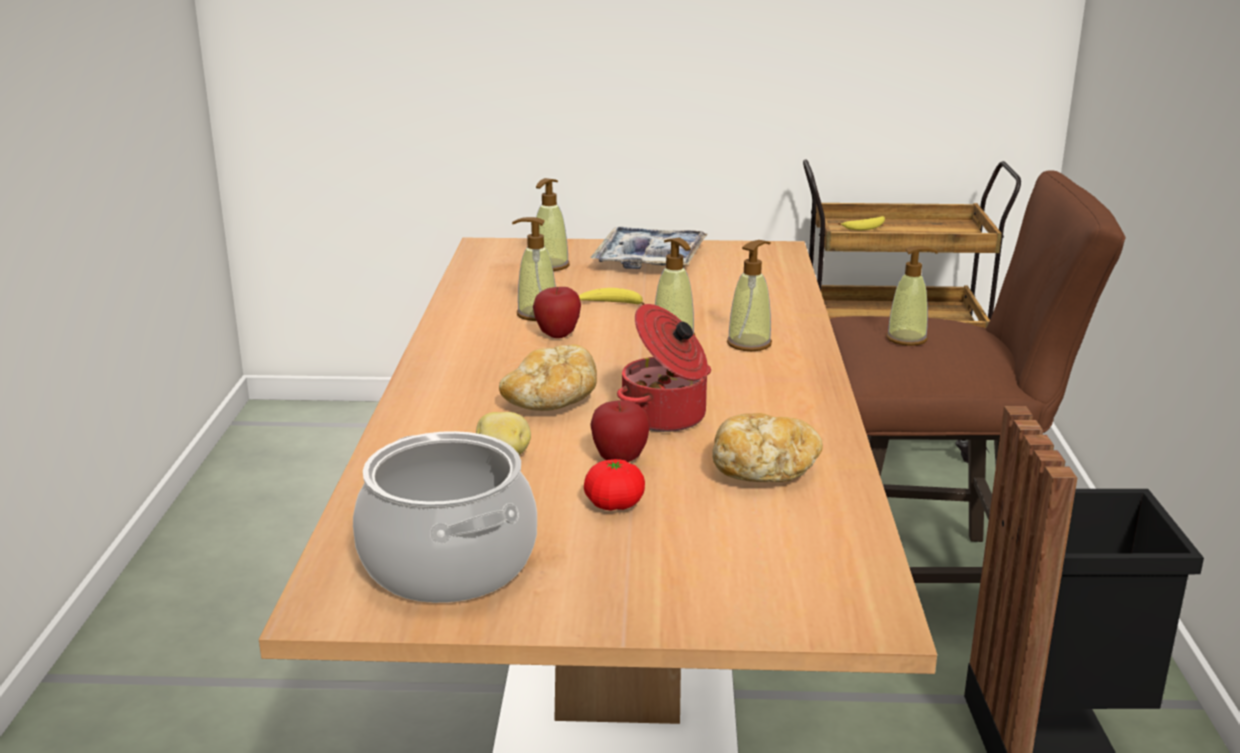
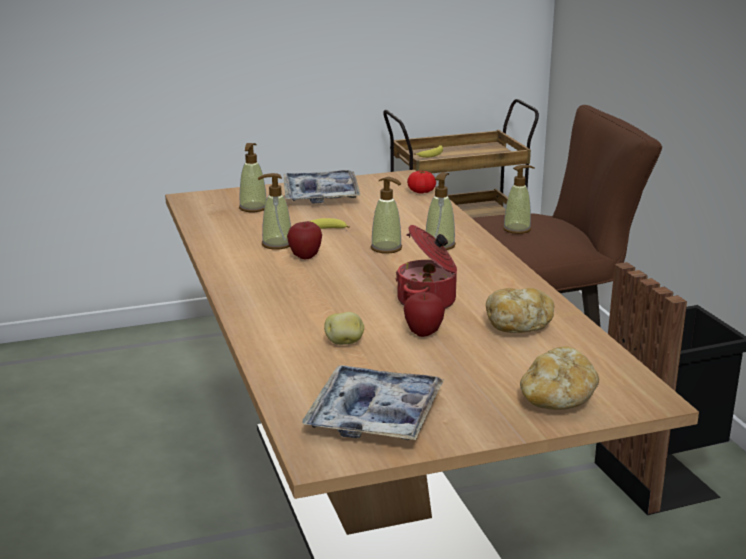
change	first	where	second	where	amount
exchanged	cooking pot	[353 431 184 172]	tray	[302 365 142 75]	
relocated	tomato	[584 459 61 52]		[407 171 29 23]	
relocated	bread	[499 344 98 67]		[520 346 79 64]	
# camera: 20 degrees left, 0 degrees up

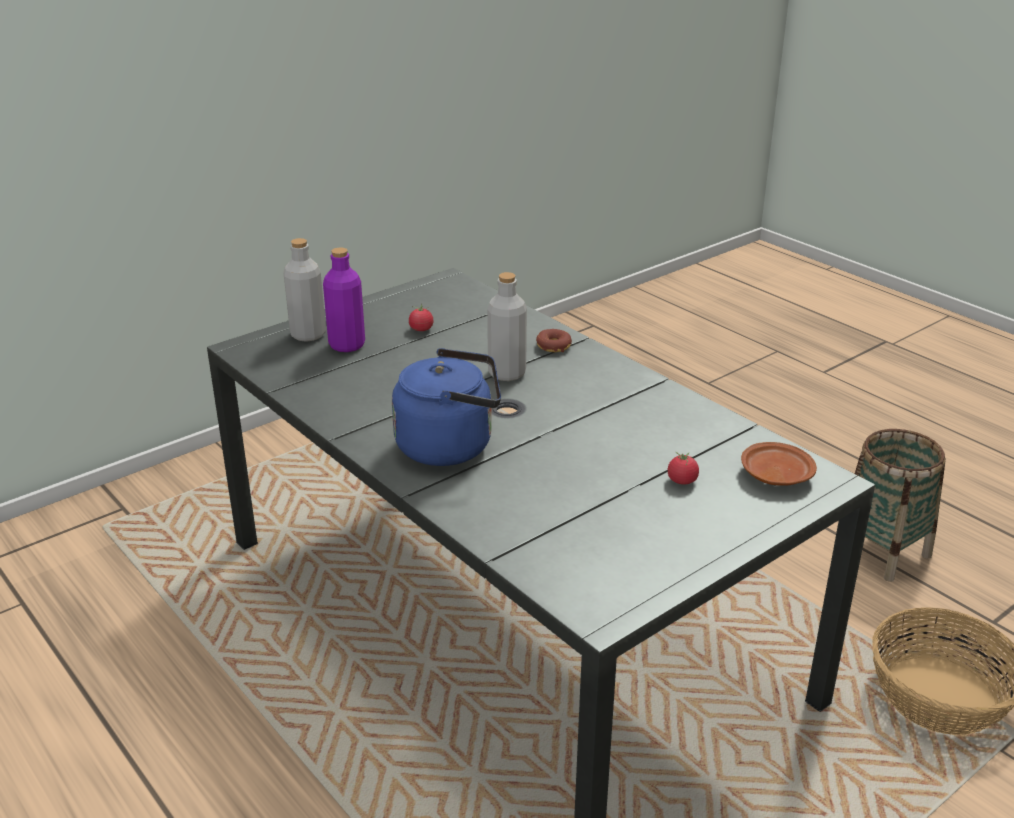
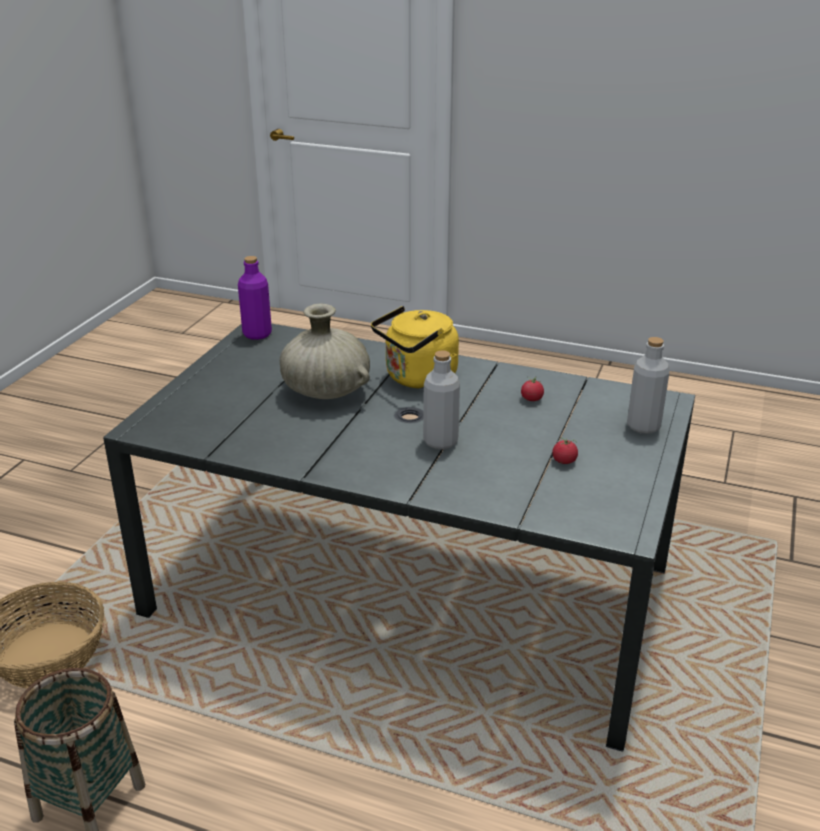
change	first	where	second	where	amount
relocated	purple bottle	[323 247 42 105]		[238 256 34 84]	
appeared			beige vase	[280 303 90 96]	
colour	blue kettle	[392 348 109 118]	yellow kettle	[371 306 88 83]	
relocated	tomato	[668 452 31 32]		[521 377 23 24]	
missing	donut	[536 329 36 23]			
missing	brown plate	[741 442 76 44]			
# camera: 150 degrees right, 0 degrees up

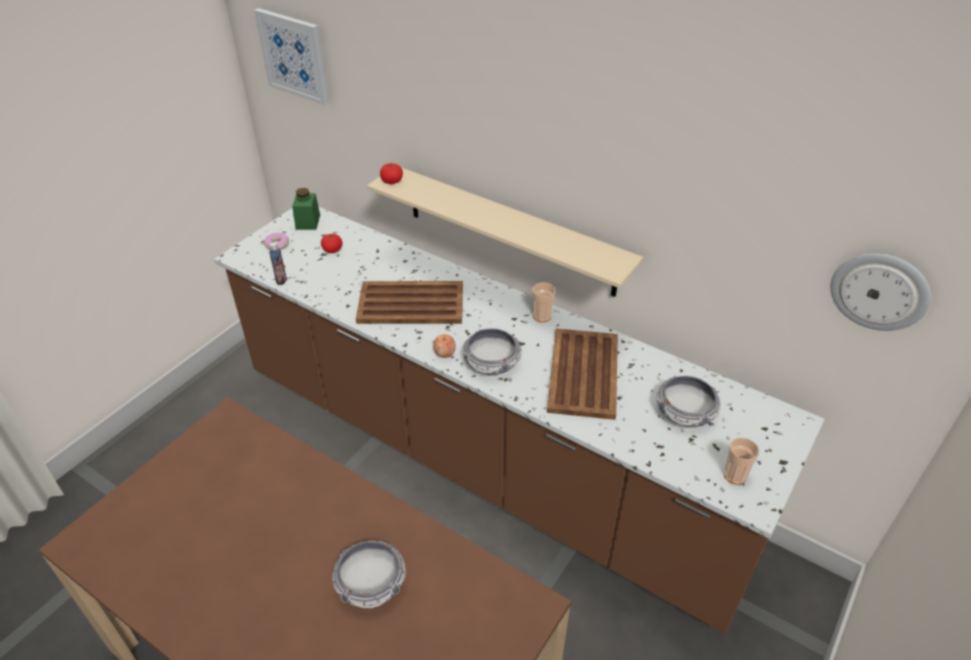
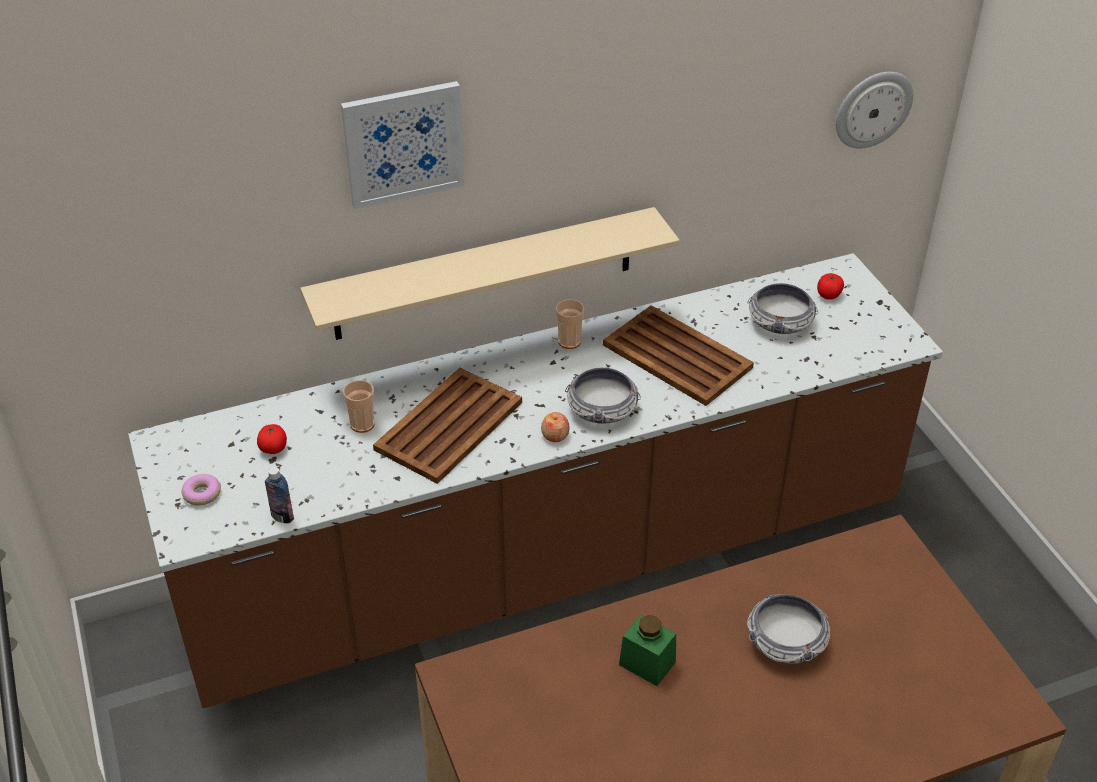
change	first	where	second	where	amount
relocated	picture	[254 8 75 98]		[341 81 124 128]	
relocated	cup	[724 438 35 47]		[343 380 32 53]	
relocated	green jar	[292 188 28 42]		[619 615 57 71]	
relocated	tomato	[380 163 23 21]		[817 273 27 27]	
# camera: 55 degrees left, 0 degrees up

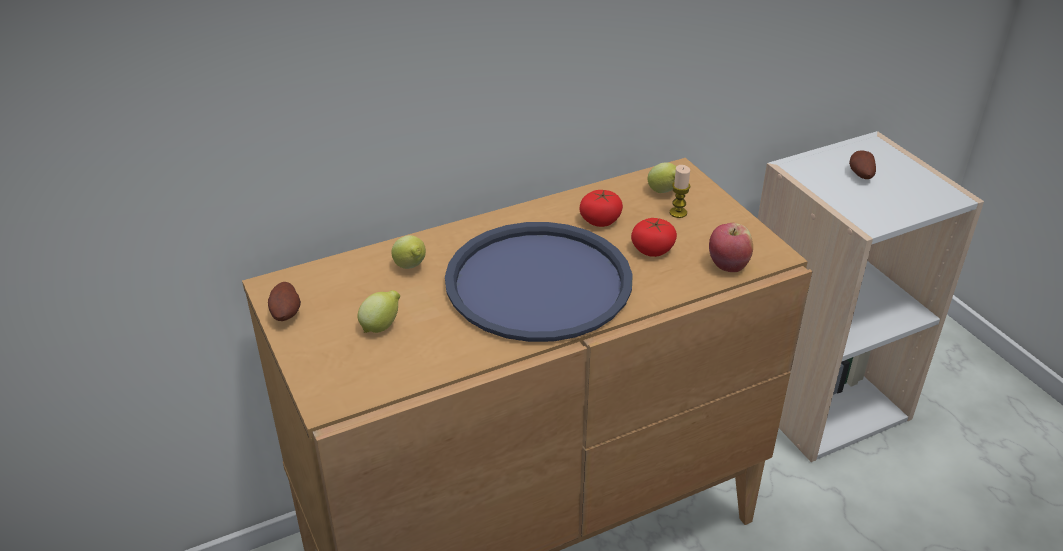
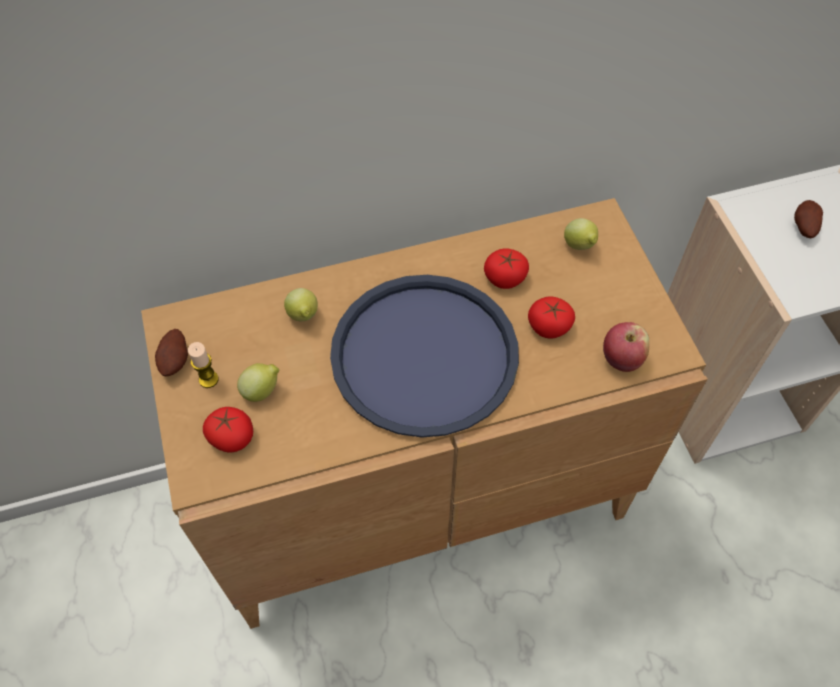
change	first	where	second	where	amount
relocated	candle	[670 165 20 53]		[188 342 31 46]	
appeared			tomato	[203 407 50 46]	
# camera: 10 degrees right, 20 degrees up

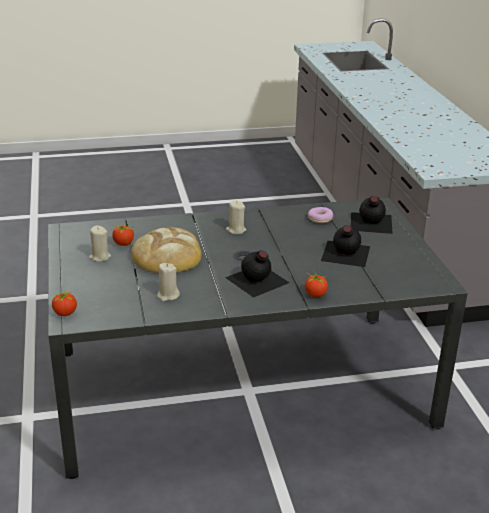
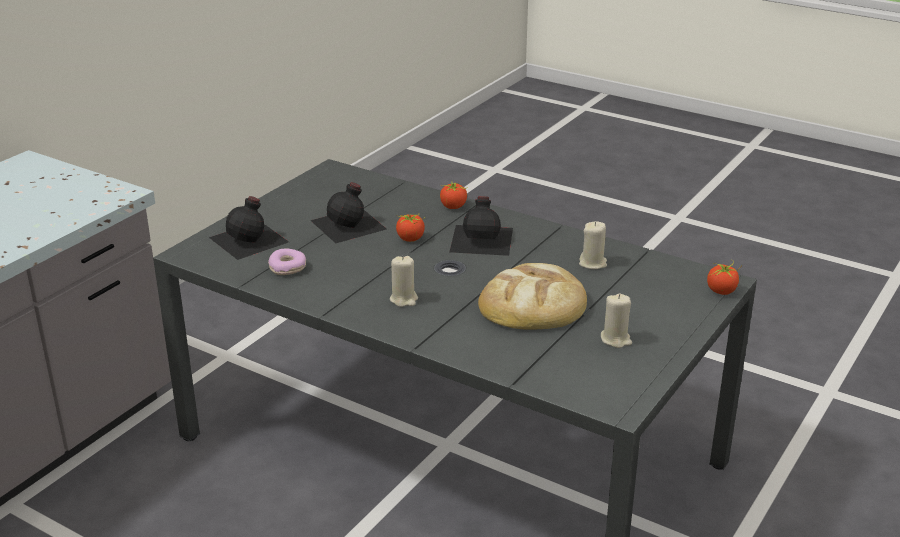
change	first	where	second	where	amount
relocated	tomato	[112 225 22 21]		[396 215 29 27]	
# camera: 135 degrees left, 0 degrees up

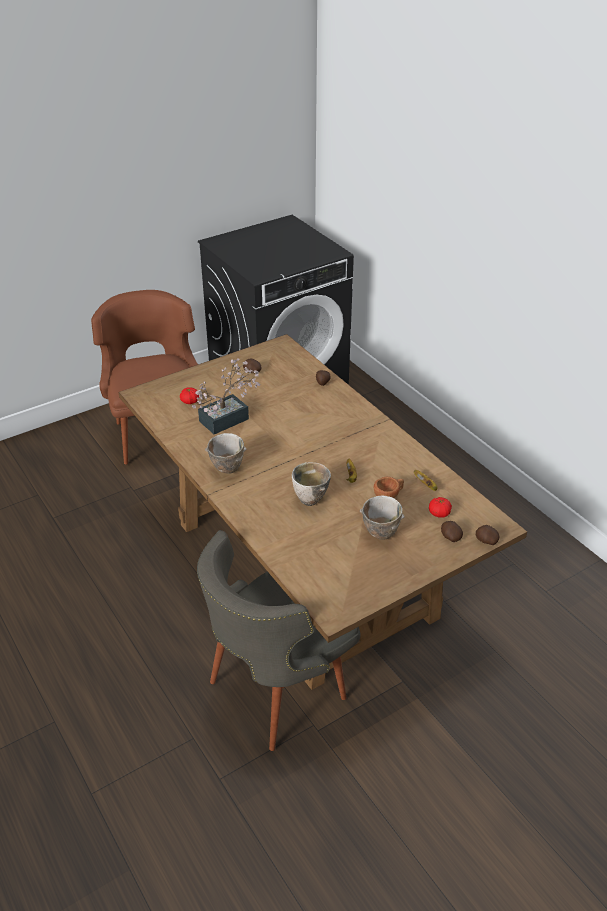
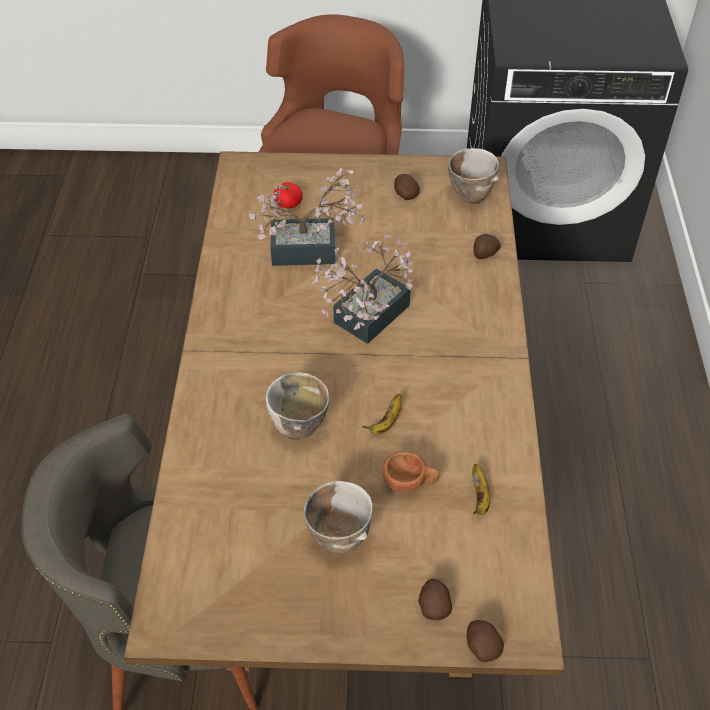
change	first	where	second	where	amount
appeared			potted plant	[312 235 101 109]	
relocated	bowl	[205 433 42 41]		[448 148 51 56]	
missing	tomato	[429 497 23 20]			
# camera: 35 degrees right, 10 degrees up

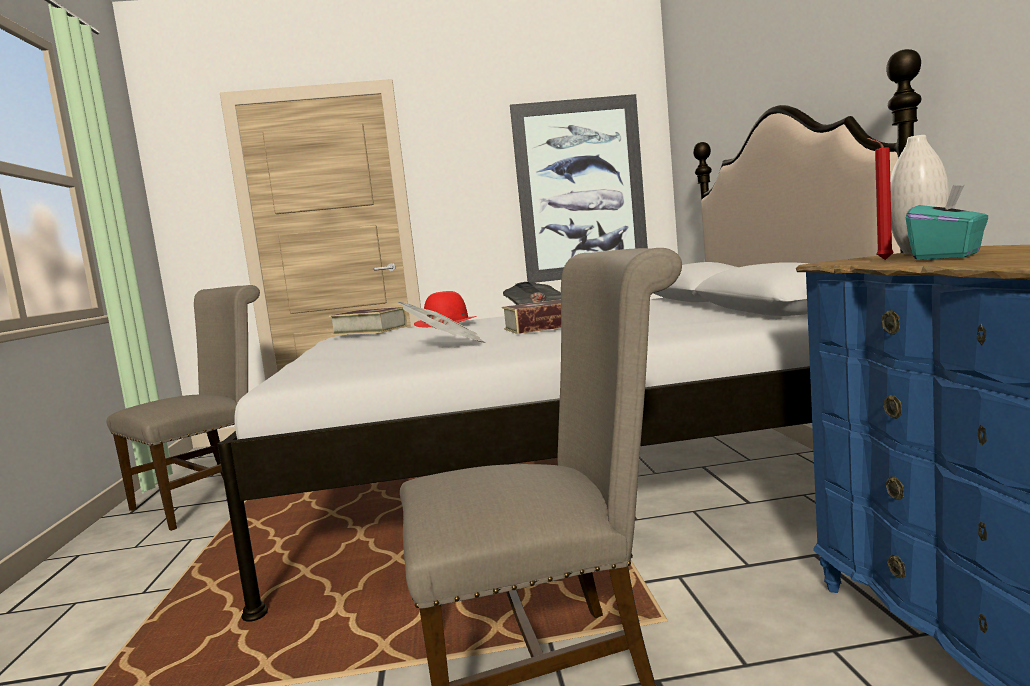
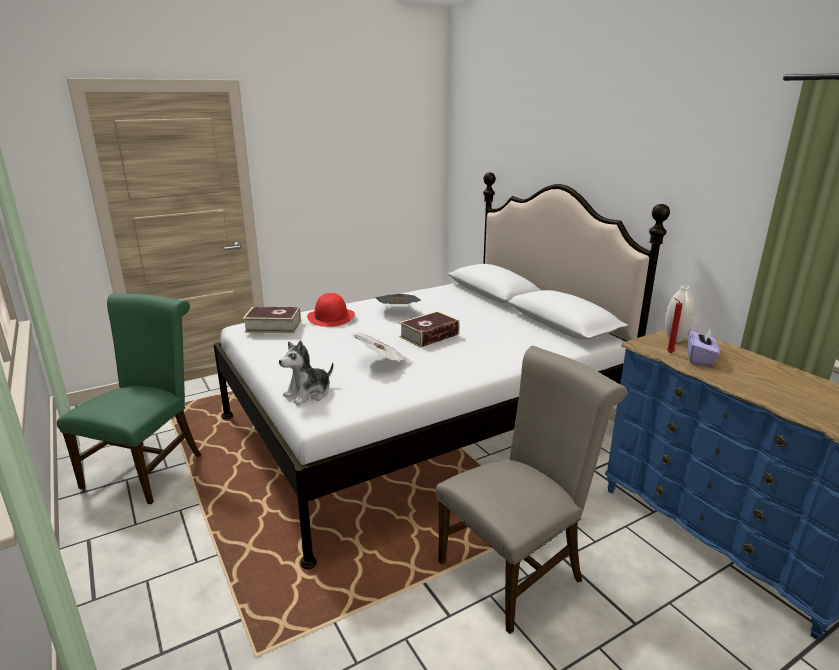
change	first	where	second	where	amount
colour	beige chair	[107 285 153 246]	green chair	[57 293 144 211]	
appeared			plush toy	[279 340 54 65]	
colour	turquoise tissue box	[906 185 82 75]	purple tissue box	[688 329 32 37]	
missing	picture	[510 94 138 189]			
# camera: 25 degrees left, 15 degrees up

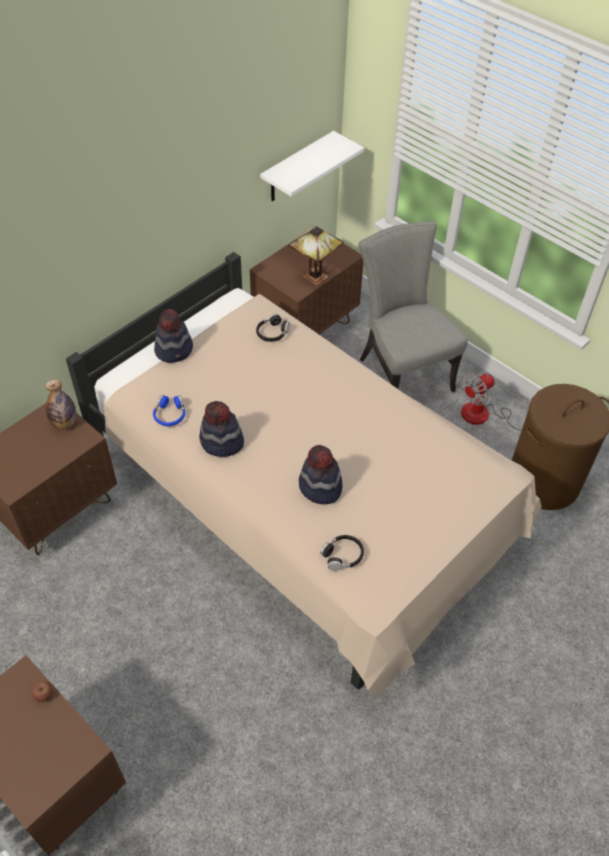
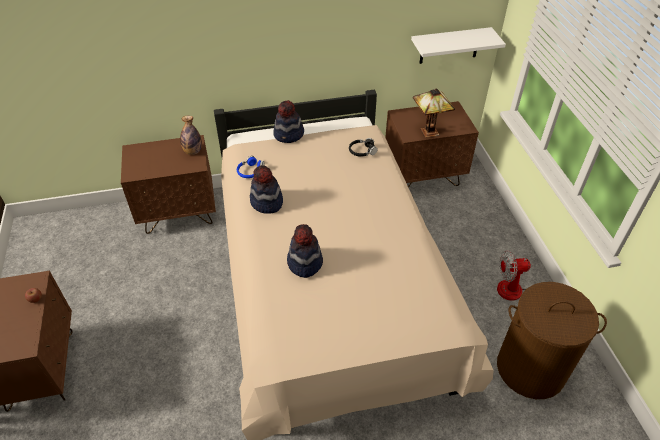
change	first	where	second	where	amount
missing	black headphones	[320 535 44 36]			
missing	grey chair	[358 221 109 171]			
# camera: 35 degrees right, 5 degrees down

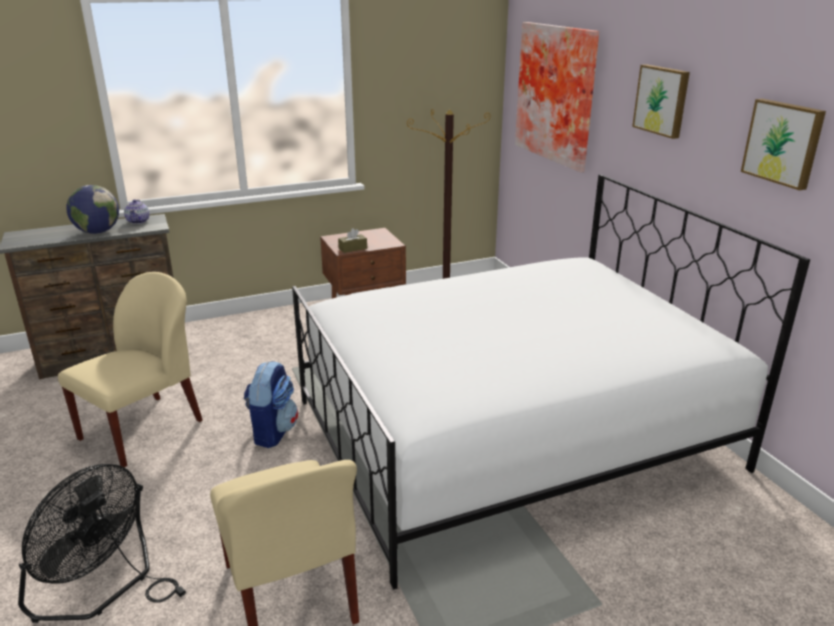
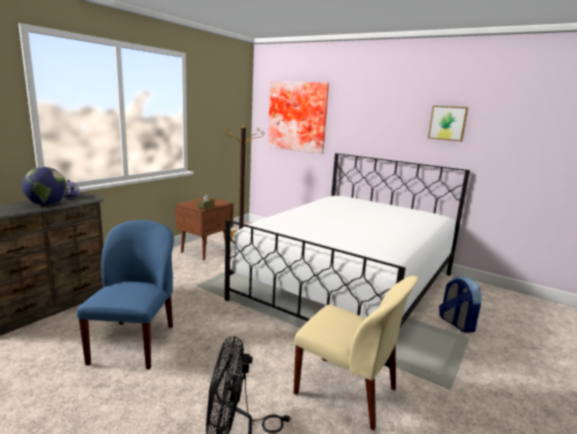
change	first	where	second	where	amount
colour	beige chair	[58 272 145 195]	blue chair	[77 220 97 149]	
relocated	backpack	[243 361 55 87]		[439 276 43 57]	
missing	picture	[632 64 58 75]			
# camera: 35 degrees left, 10 degrees down

